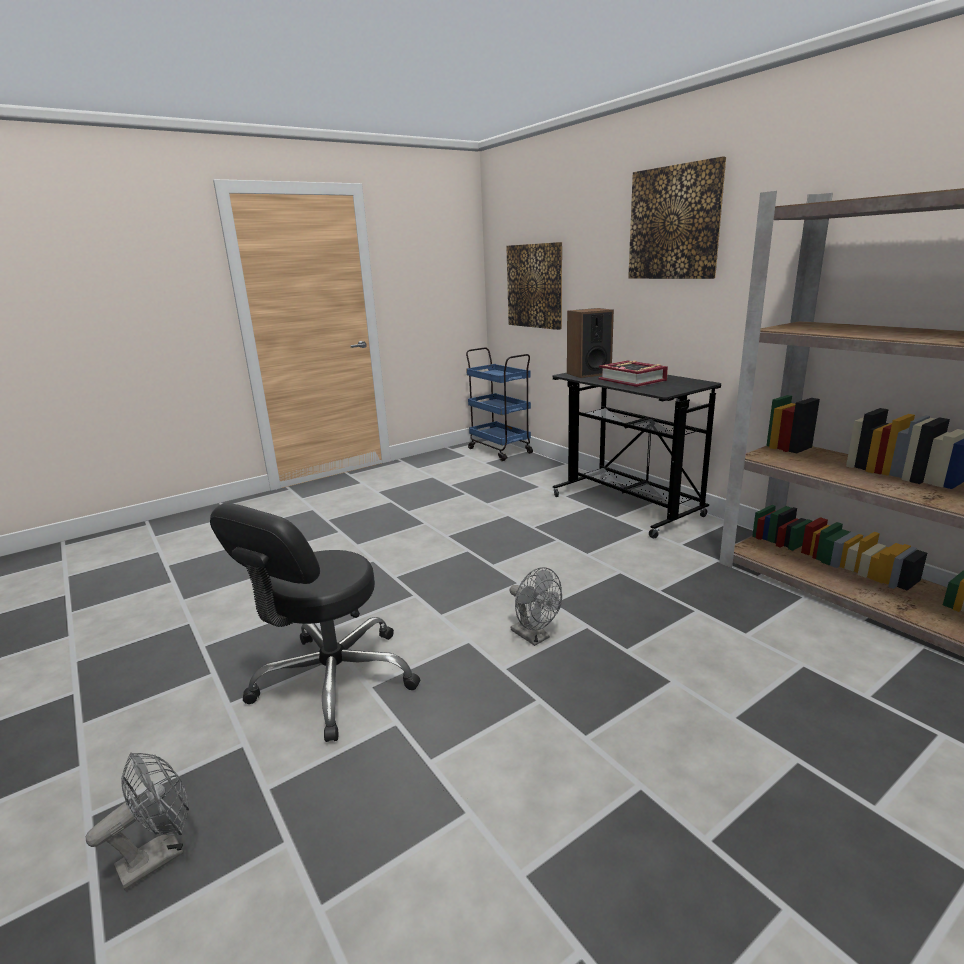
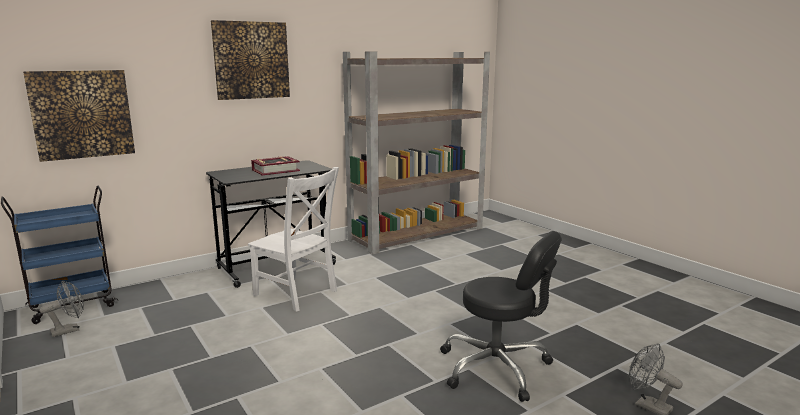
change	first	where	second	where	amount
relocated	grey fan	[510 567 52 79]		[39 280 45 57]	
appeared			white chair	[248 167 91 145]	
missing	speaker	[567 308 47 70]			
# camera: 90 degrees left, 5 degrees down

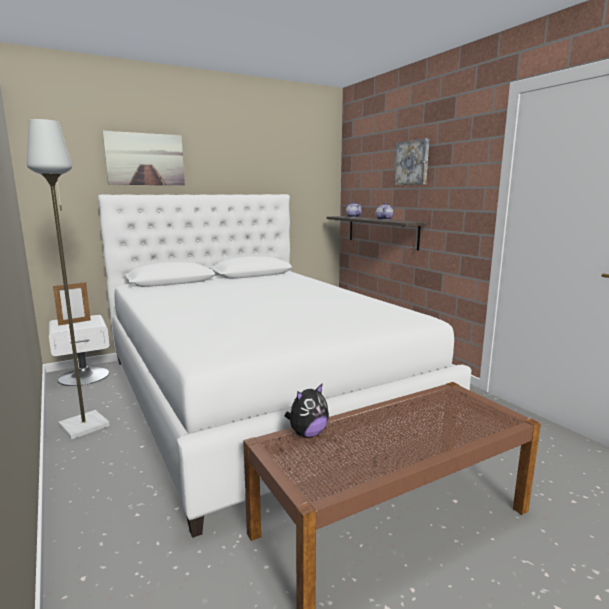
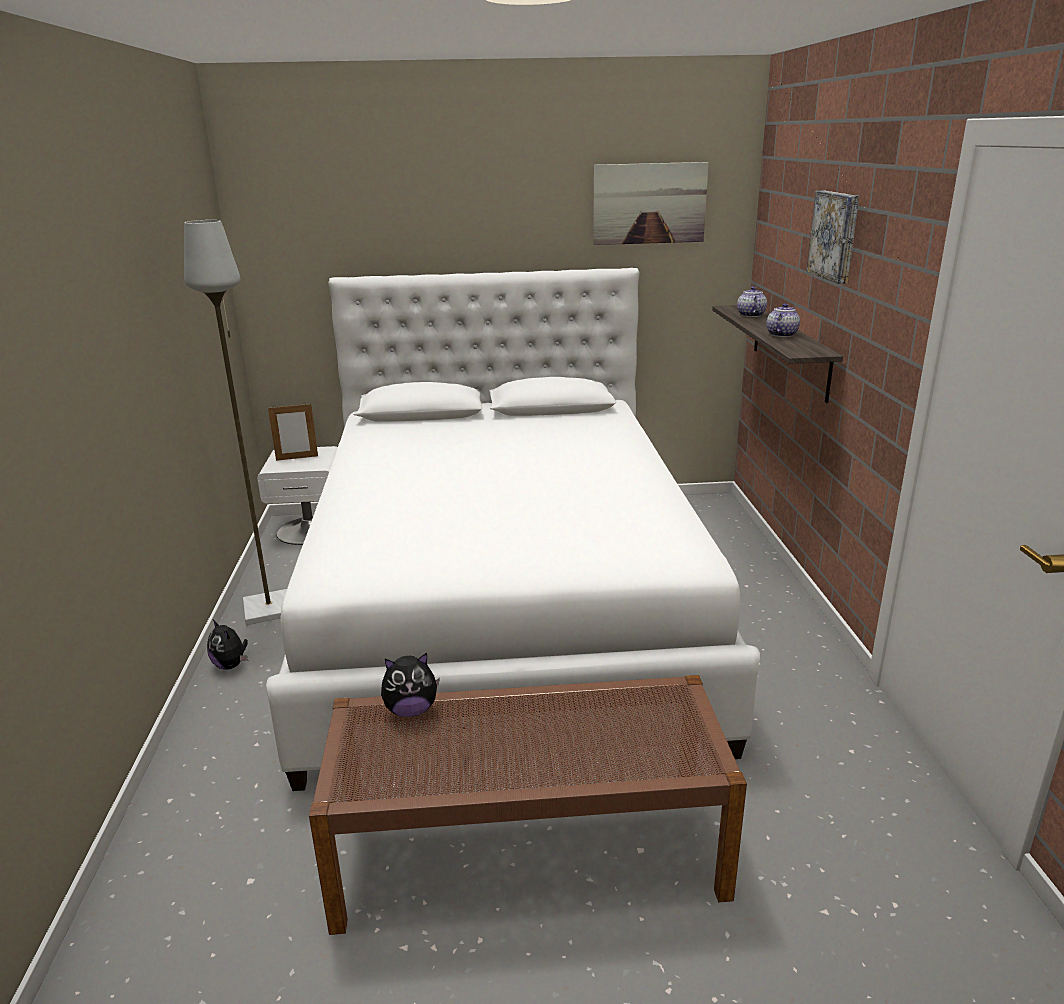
change	first	where	second	where	amount
appeared			plush toy	[207 620 41 50]	
relocated	picture	[103 131 82 54]		[593 162 116 83]	
# camera: 25 degrees right, 10 degrees up

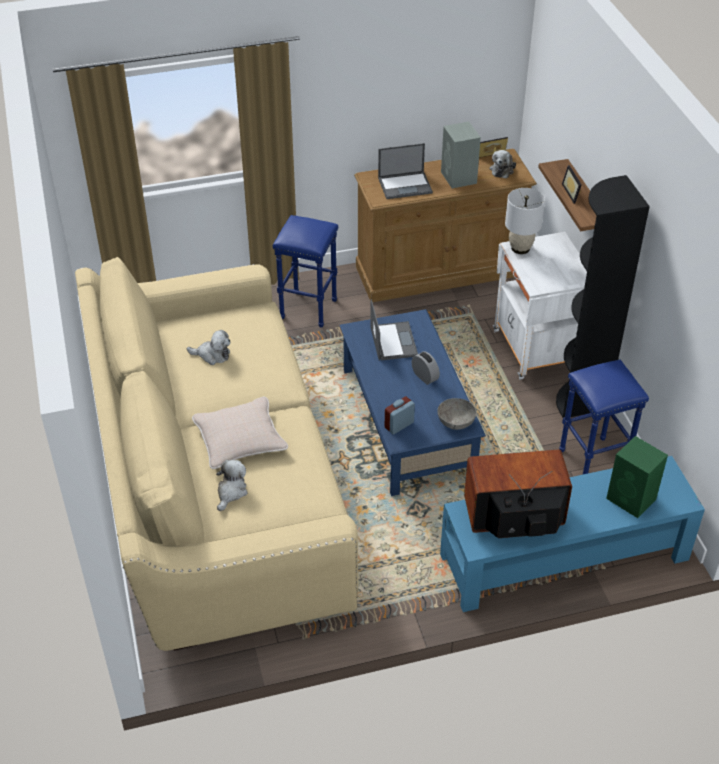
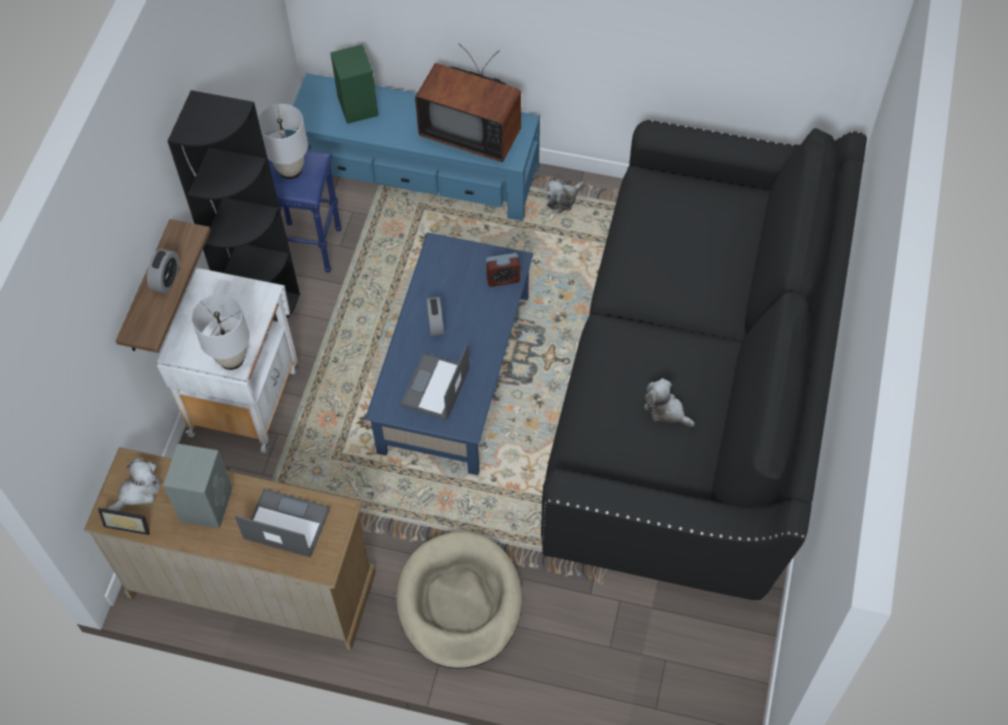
change	first	where	second	where	amount
exchanged	picture frame	[562 165 20 39]	alarm clock	[147 249 32 44]	
appeared			white table lamp	[258 104 50 75]	
exchanged	blue stool	[273 215 65 112]	beige dog bed	[396 532 126 137]	
colour	beige sofa	[75 257 283 394]	black sofa	[541 120 326 480]	
relocated	plush toy	[216 460 31 51]		[546 180 38 34]	
missing	beige pillow	[192 397 96 72]			
missing	grey bowl	[437 398 40 32]			
# camera: 150 degrees left, 15 degrees up

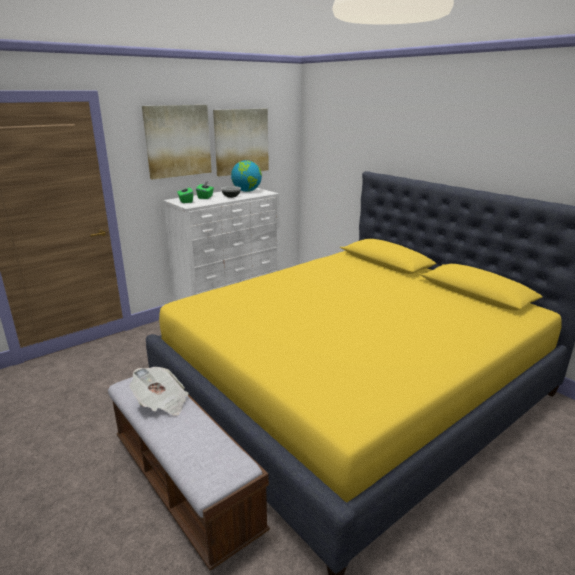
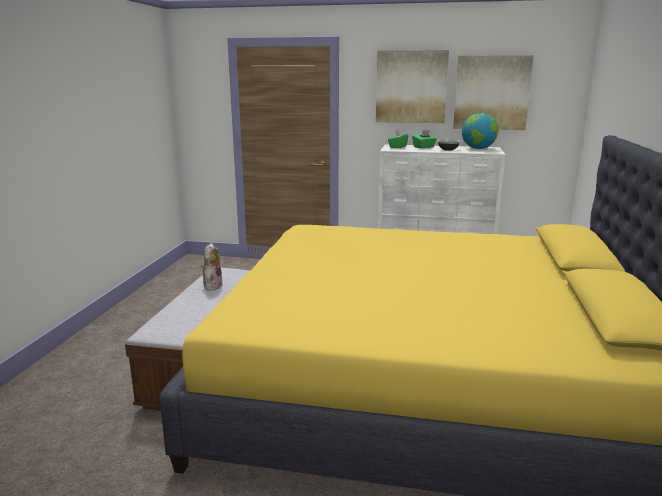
change	first	where	second	where	amount
exchanged	newspaper	[129 367 60 49]	plush toy	[201 243 22 48]	
# camera: 50 degrees right, 5 degrees down

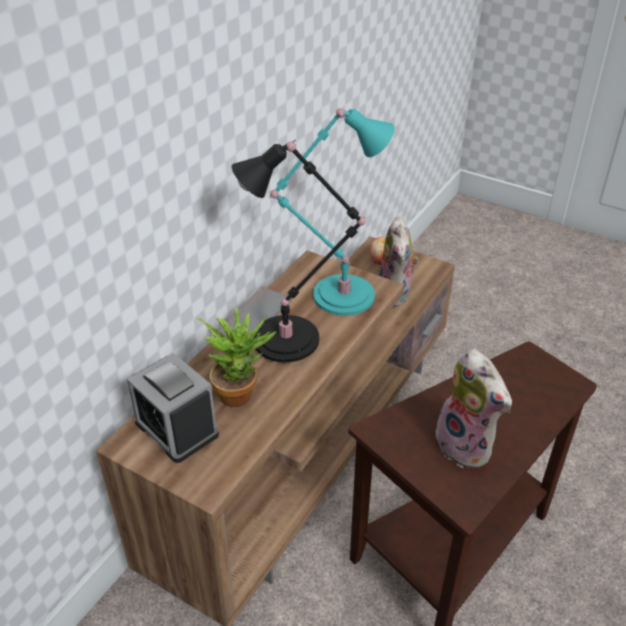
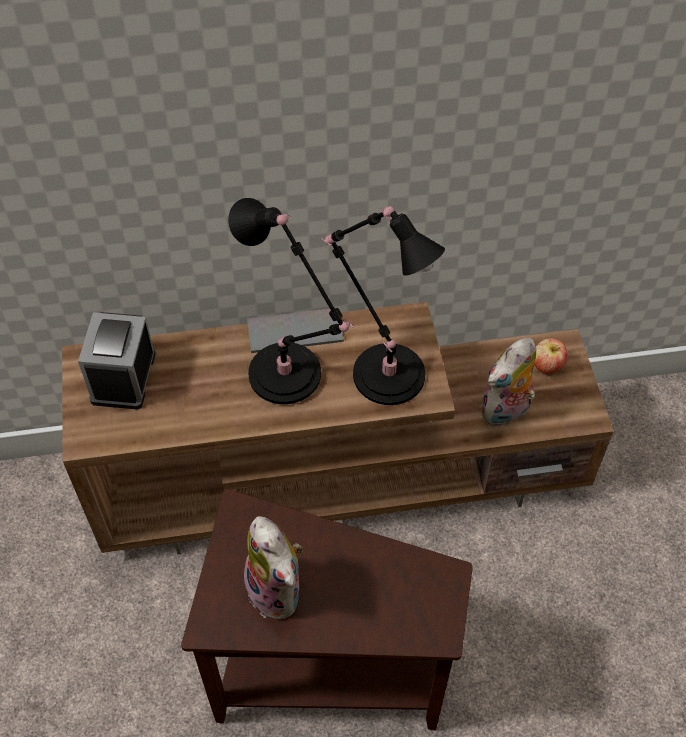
change	first	where	second	where	amount
spun	plush toy	[436 349 76 119]		[244 516 59 103]	45 degrees counterclockwise
colour	turquoise table lamp	[269 108 126 208]	black table lamp	[321 206 124 199]	
missing	potted plant	[197 307 79 100]			
# camera: 50 degrees right, 15 degrees up

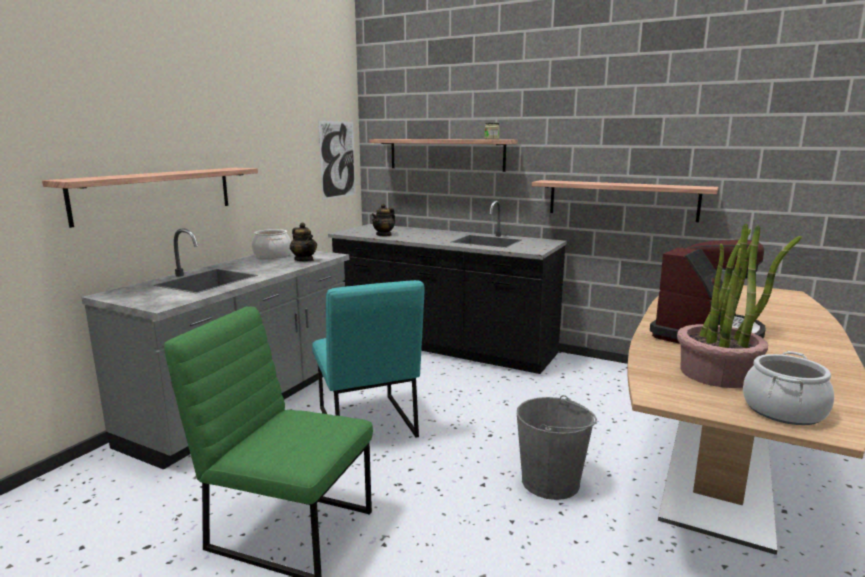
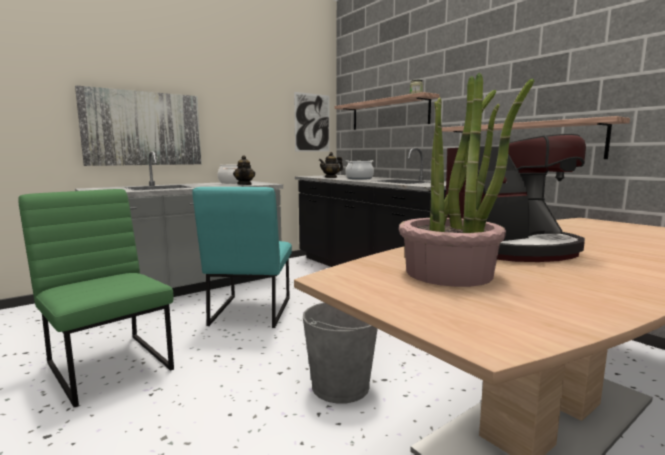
change	first	where	second	where	amount
exchanged	shelf	[42 168 216 60]	picture	[75 85 126 81]	
relocated	cooking pot	[743 351 91 74]		[345 160 29 20]	
# camera: 25 degrees right, 5 degrees down

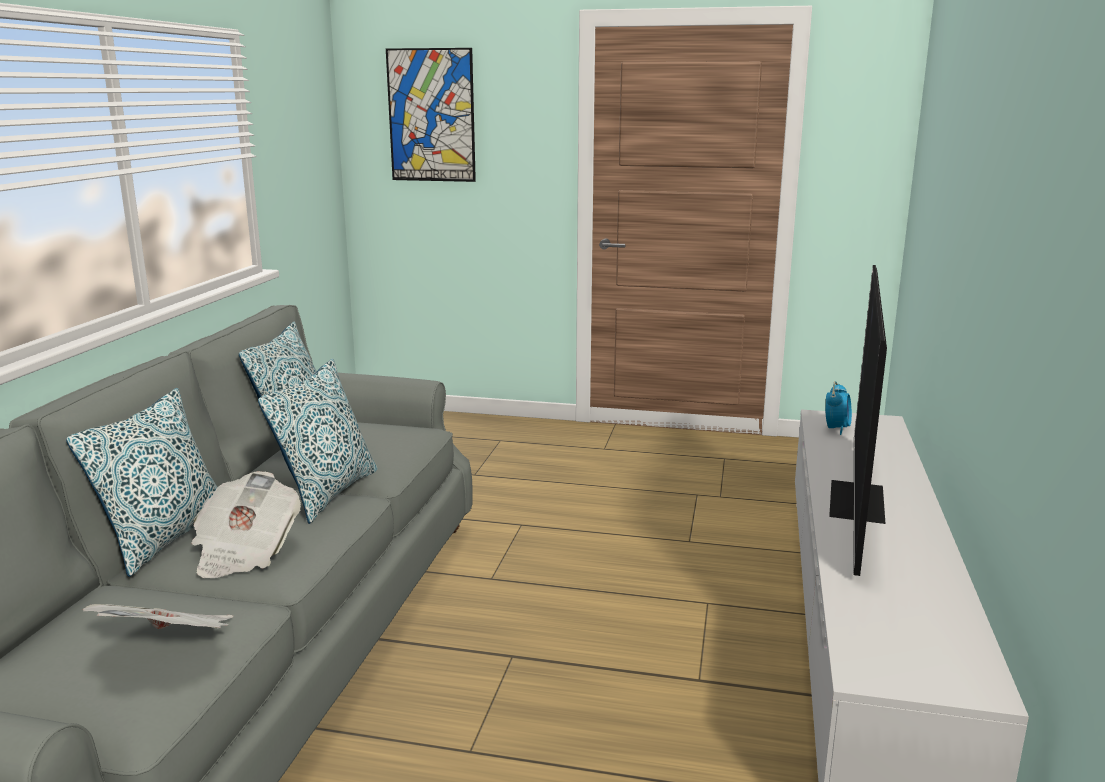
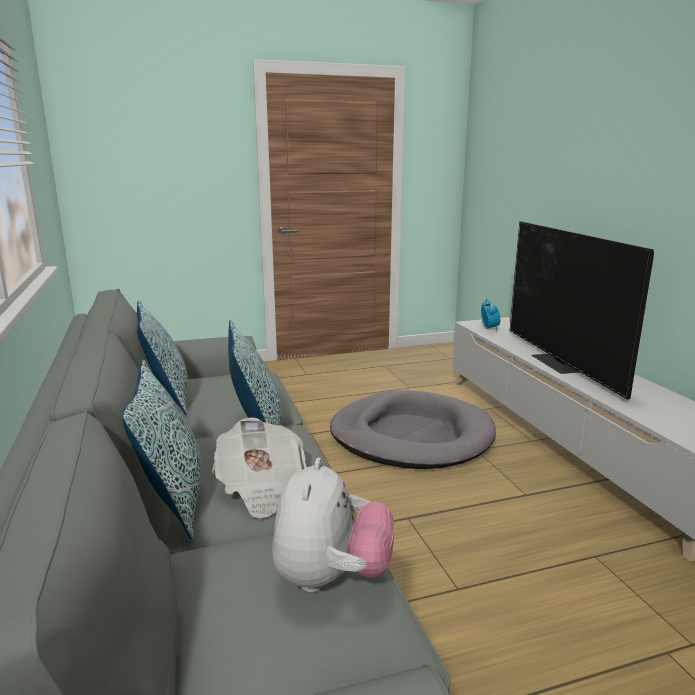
change	first	where	second	where	amount
exchanged	newspaper	[83 604 150 25]	plush toy	[272 458 122 134]	
appeared			grey dog bed	[330 390 166 79]	
missing	picture	[386 48 90 134]			
# camera: 30 degrees left, 0 degrees up

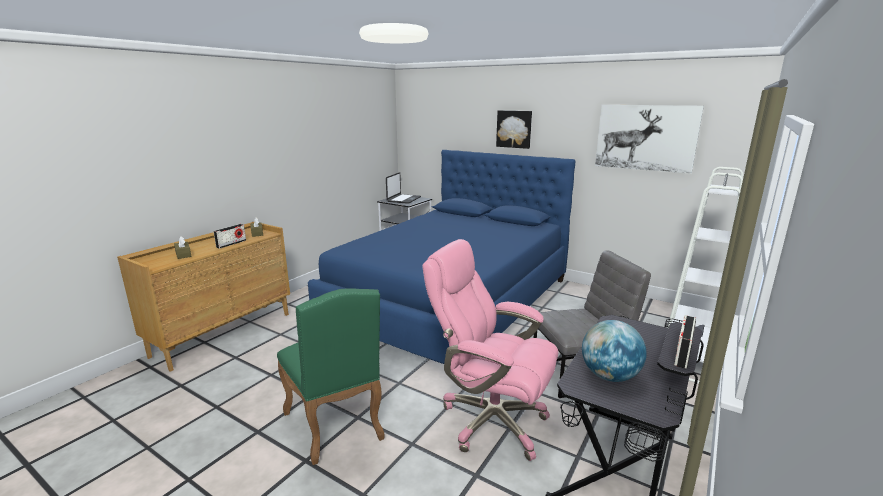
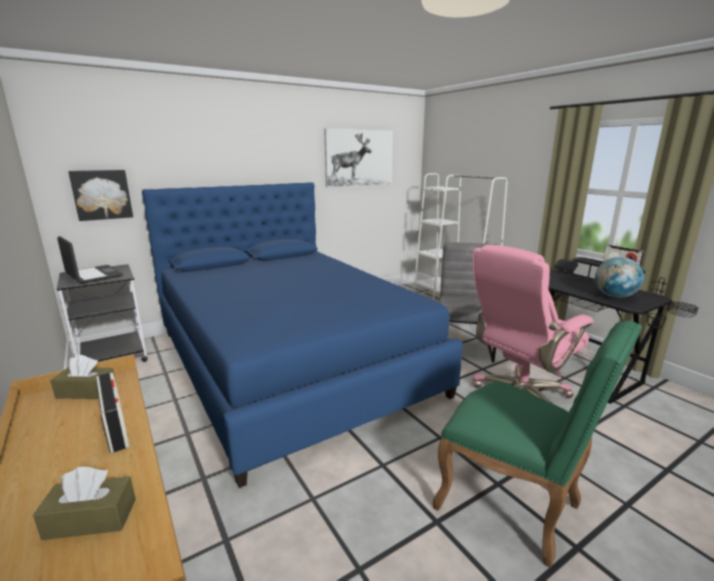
change	first	where	second	where	amount
relocated	picture	[496 110 36 39]		[68 170 65 51]	
spun	green chair	[277 288 108 177]		[433 320 209 248]	45 degrees clockwise
# camera: 65 degrees left, 0 degrees up

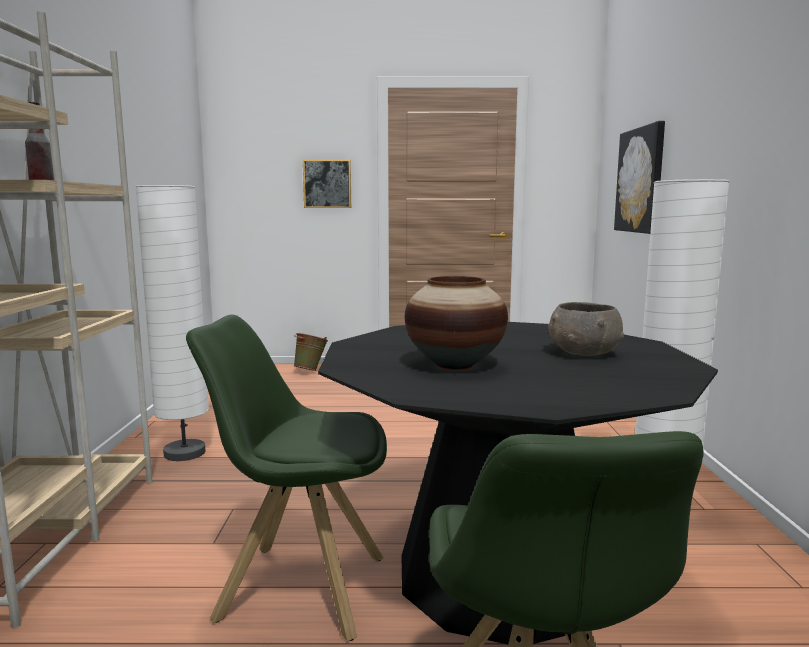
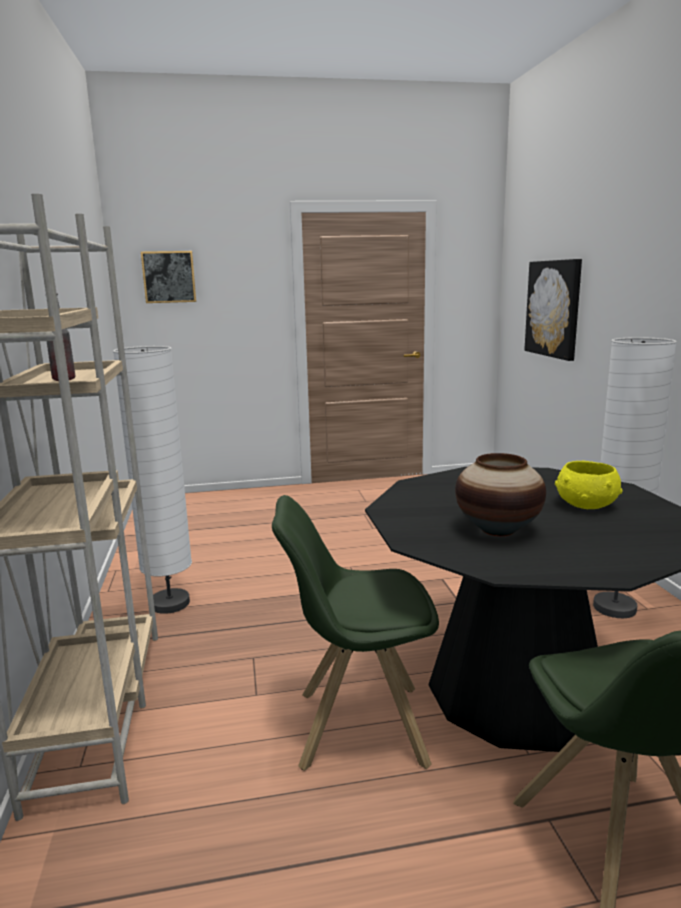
change	first	where	second	where	amount
relocated	picture	[303 159 48 49]		[141 251 55 52]	
colour	grey bowl	[548 302 76 54]	yellow bowl	[555 461 68 48]	
missing	green bucket	[294 333 34 38]			
# camera: 10 degrees left, 5 degrees up

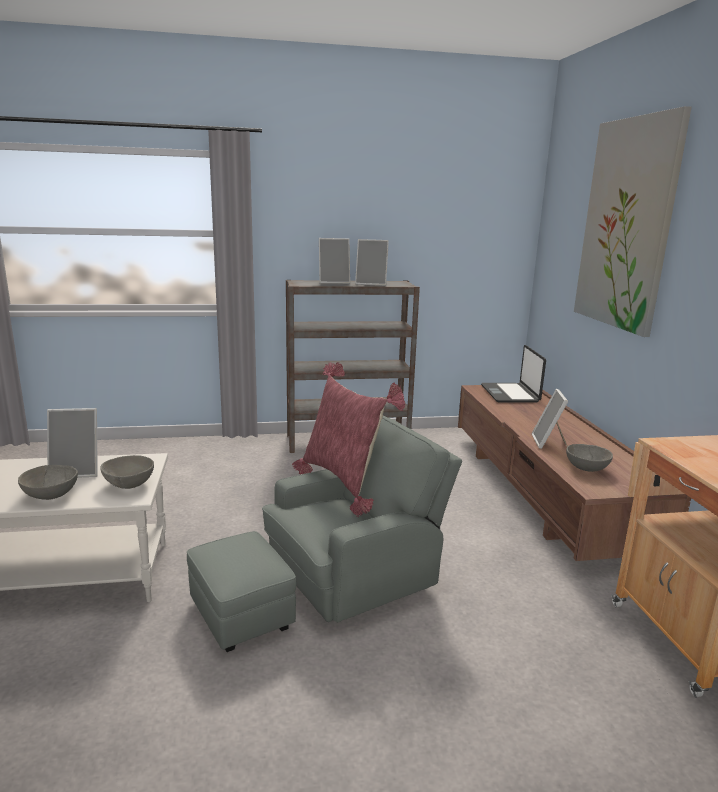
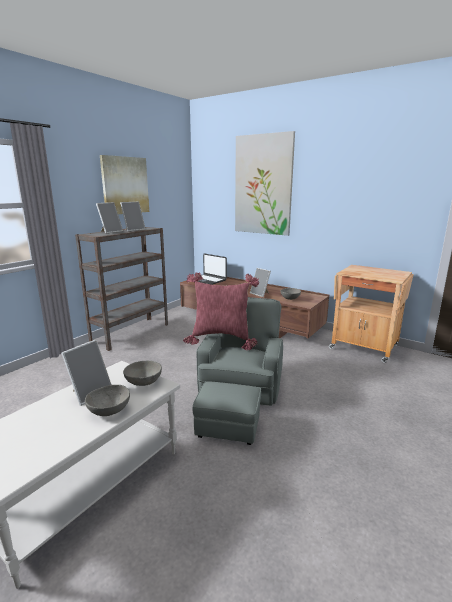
change	first	where	second	where	amount
appeared			picture	[100 155 49 59]	
# camera: 45 degrees left, 0 degrees up

